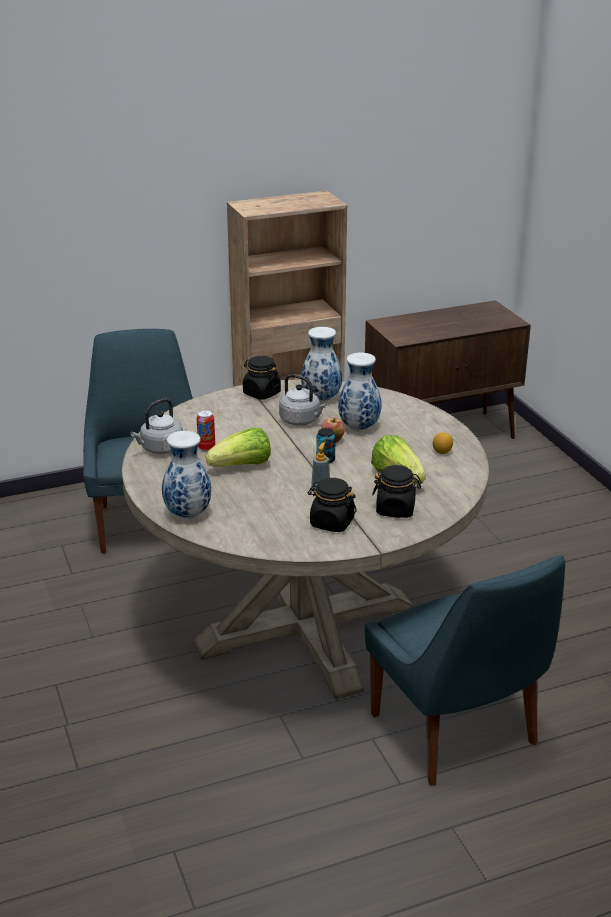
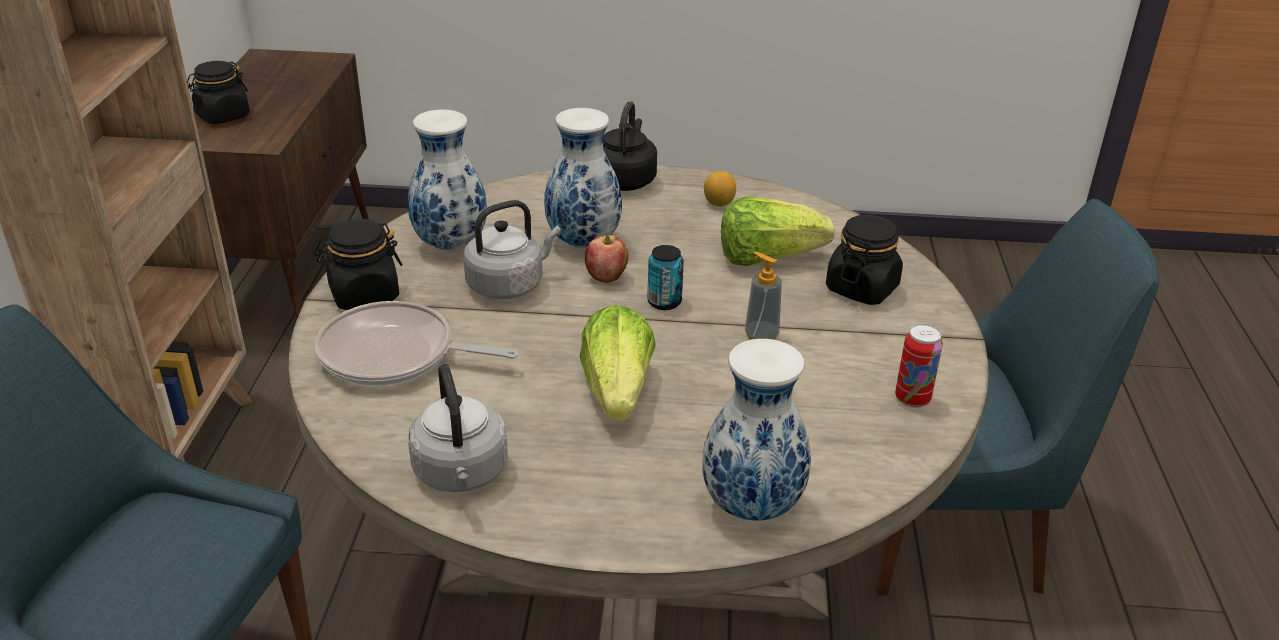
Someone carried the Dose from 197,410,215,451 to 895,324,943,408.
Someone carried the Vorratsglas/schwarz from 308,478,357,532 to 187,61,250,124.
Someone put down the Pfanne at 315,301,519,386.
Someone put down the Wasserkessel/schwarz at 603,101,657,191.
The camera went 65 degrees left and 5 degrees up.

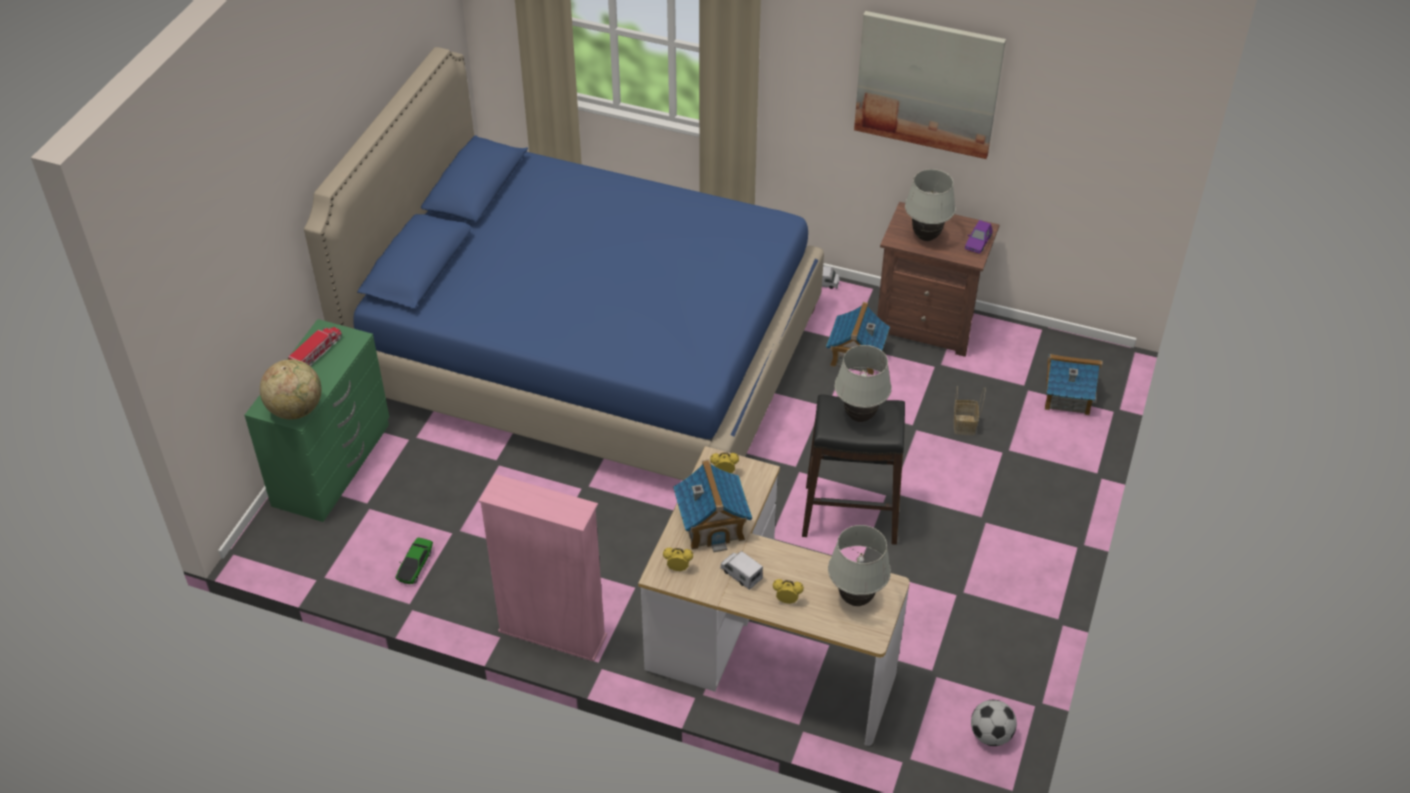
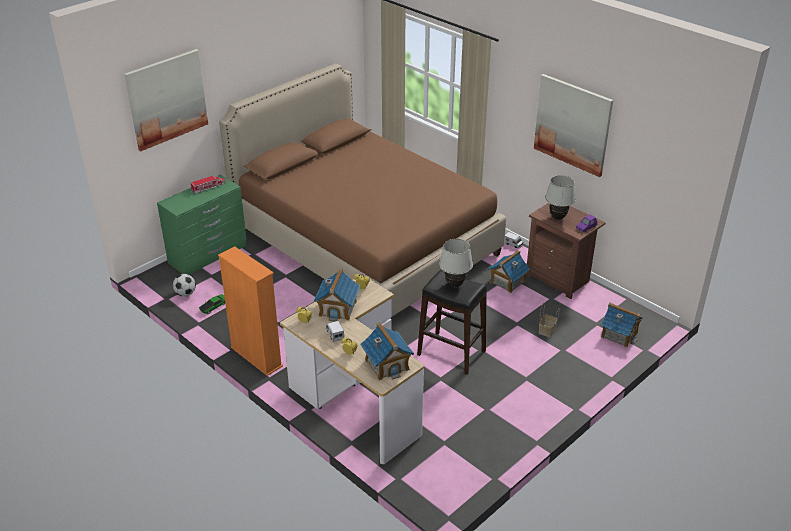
Someone took away the Globus at 260,359,322,419.
Someone repainted the Bett/blau at 304,47,824,480, which became the Bett/braun at 219,64,506,319.
Someone repainted the Bücherregal/rosa at 479,474,607,661, which became the Bücherregal/orange at 218,246,283,376.
Someone swapped the Tischlampe/weiß at 828,525,891,606 for the Spielzeughaus at 360,323,414,380.
Someone carried the Fußball from 971,700,1017,746 to 173,274,196,297.
Someone put up the Bild at 124,49,208,151.
The camera went 25 degrees right and 10 degrees down.

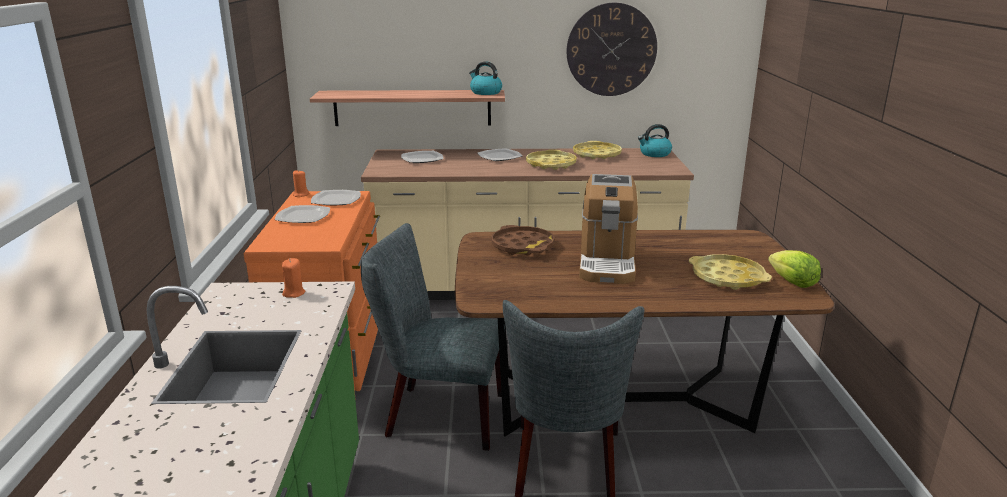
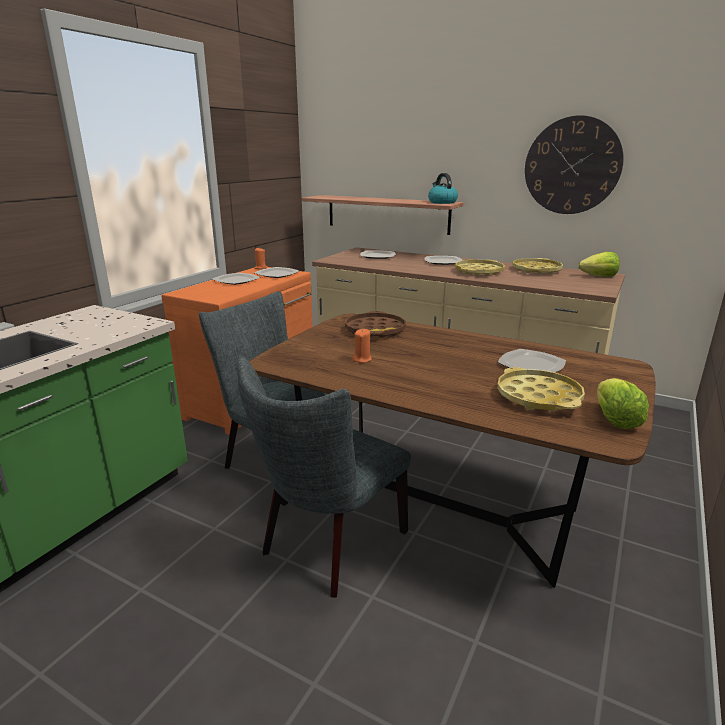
Someone carried the Kerze/orange from 282,258,305,298 to 352,329,372,363.
Someone took away the Kaffeemaschine at 579,174,638,284.
Someone swapped the Wasserkessel at 638,124,672,157 for the Salatkopf at 578,252,620,277.
Someone put down the Teller at 498,349,566,373.
The camera went 30 degrees right and 0 degrees up.

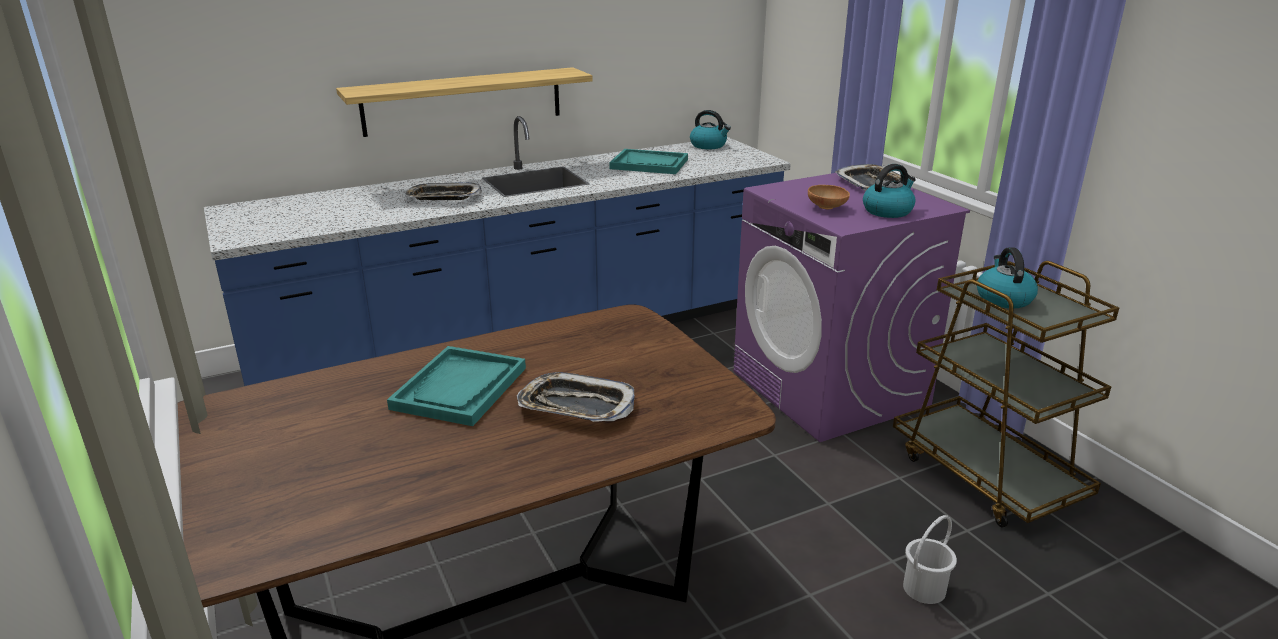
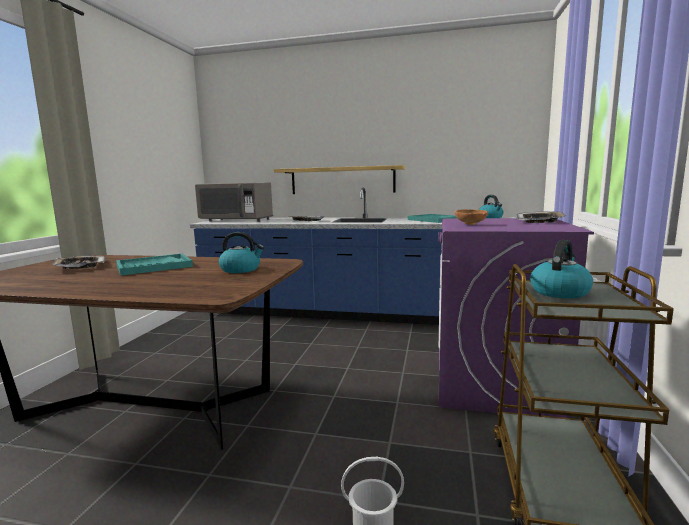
Someone carried the Tablett from 517,372,634,422 to 52,255,105,269.
Someone carried the Wasserkessel from 863,164,916,218 to 219,232,264,273.
Someone put down the Mikrowelle/grau at 195,183,273,222.
The camera went 40 degrees right and 15 degrees down.

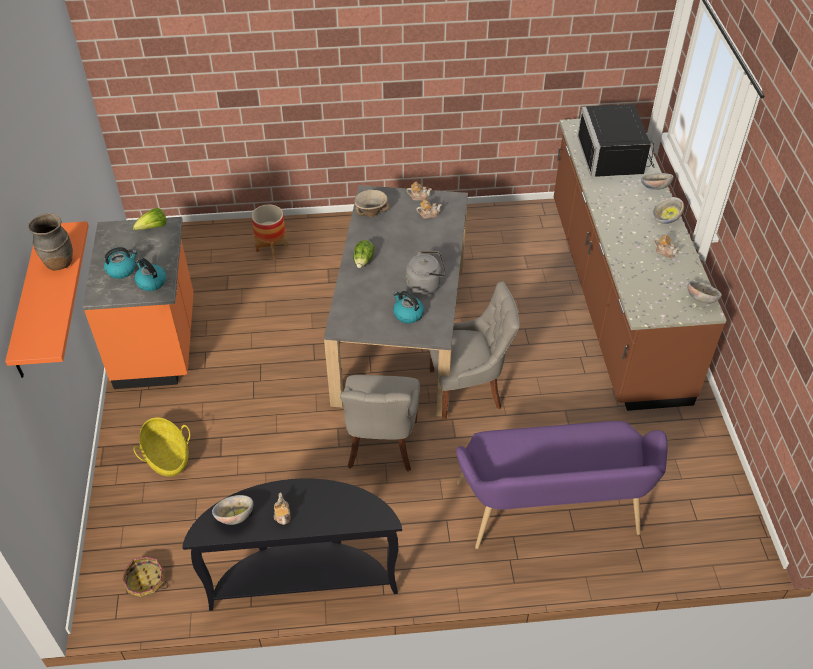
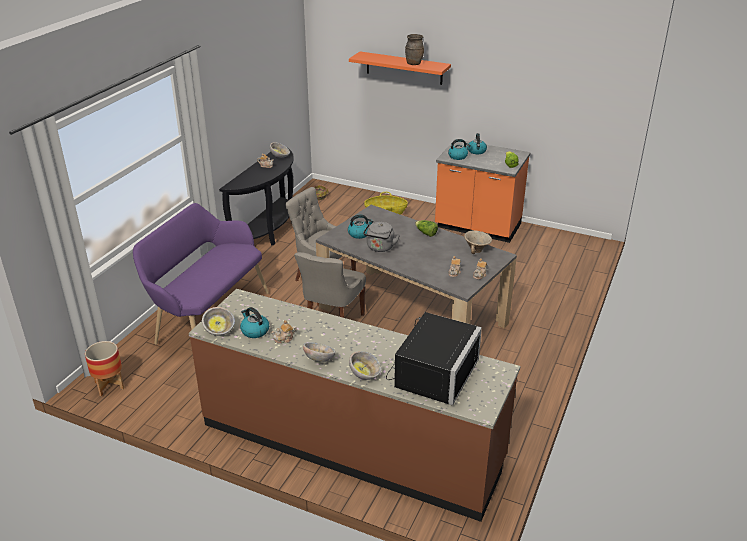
Someone carried the Pflanzkübel from 251,204,288,260 to 85,341,124,396.
Someone rotated the Mikrowelle/schwarz at 577,104,655,177 by 90 degrees clockwise.
Someone put down the Wasserkessel at 240,307,269,338.
The camera went 120 degrees right and 15 degrees down.

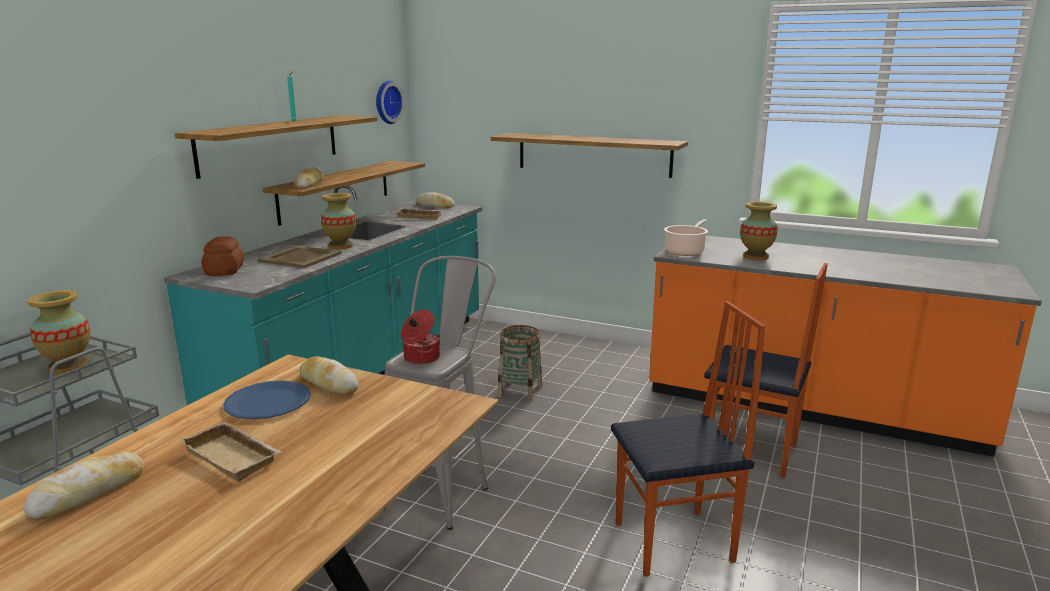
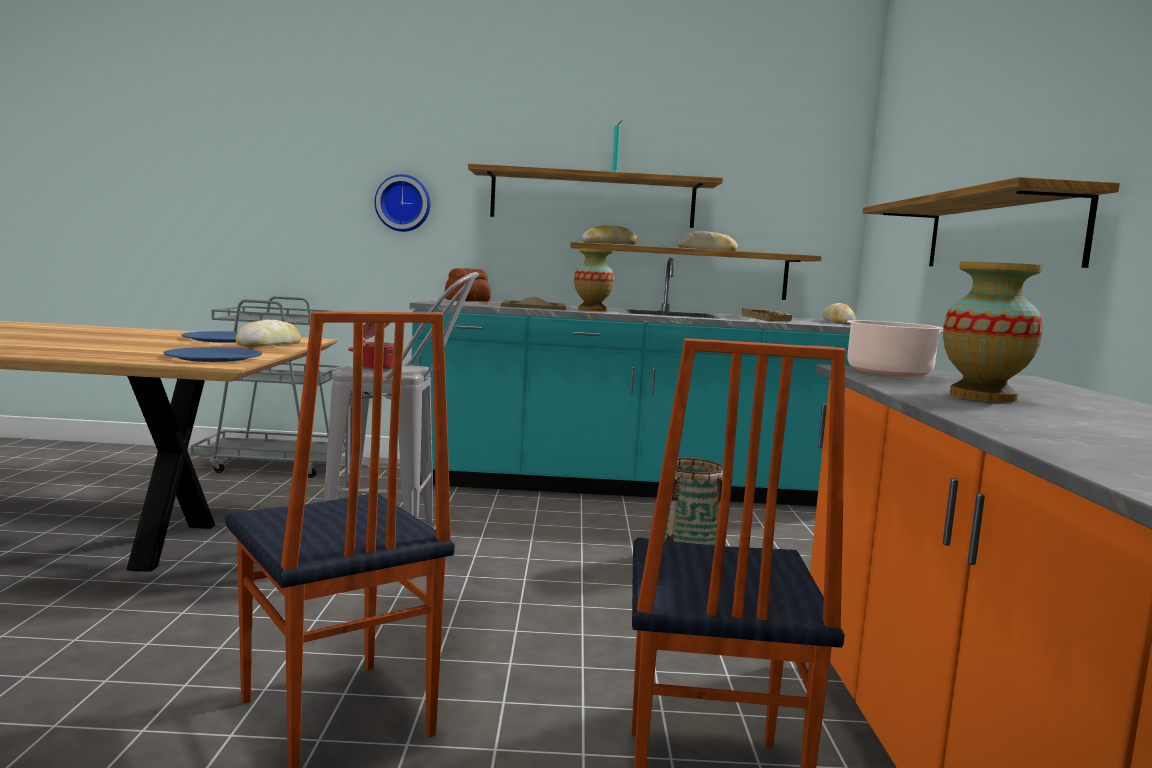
Someone carried the Brot from 24,451,143,519 to 677,231,738,251.
Someone took away the Vase at 28,290,90,374.
Someone took away the Tablett/beige at 179,421,282,481.
Someone carried the Wanduhr from 376,80,404,124 to 375,174,431,232.
Someone put down the Teller/blau at 164,347,262,362.
The camera went 65 degrees right and 10 degrees down.

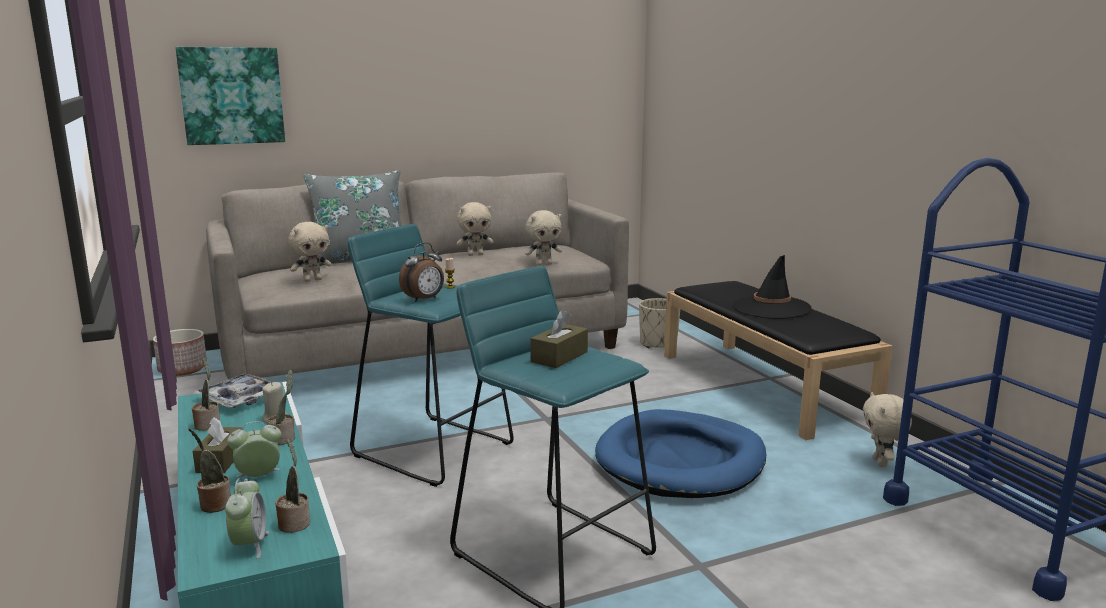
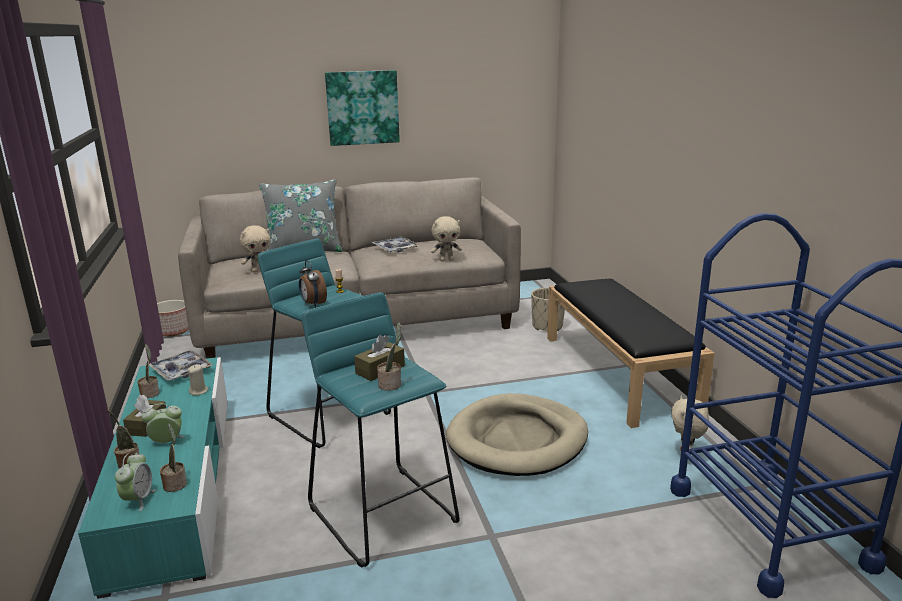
Someone carried the Bild from 176,47,285,145 to 325,70,400,146.
Someone carried the Topfpflanze from 267,370,295,445 to 377,322,401,391.
Someone rotated the Wecker at 399,242,444,302 by 90 degrees clockwise.
Someone swapped the Plüschtier/beige at 457,202,493,256 for the Tablett at 372,236,419,252.
Someone repainted the Hundebett/blau at 595,409,766,498, which became the Hundebett/beige at 446,393,588,476.
Someone took away the Hut/schwarz at 733,255,812,319.
The camera went 10 degrees right and 5 degrees up.

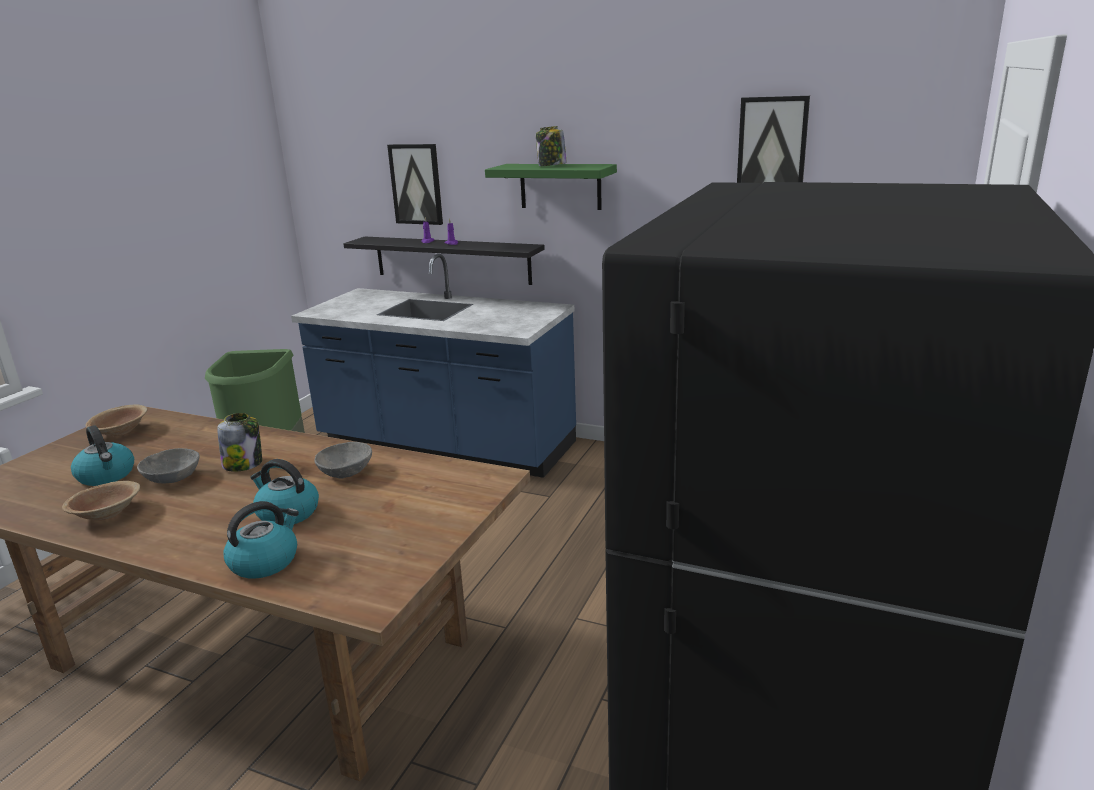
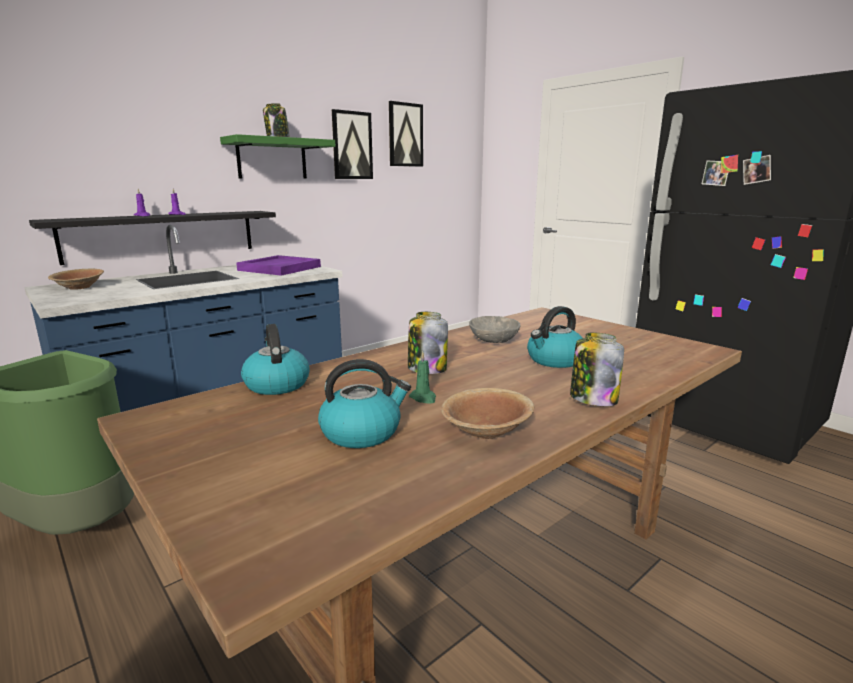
Someone carried the Schüssel/braun from 86,404,147,436 to 48,269,104,290.
Someone swapped the Schüssel/grau at 137,448,200,483 for the Kerze/grün at 409,352,436,404.
Someone carried the Wasserkessel from 223,501,299,579 to 241,324,310,395.
Someone carried the Bild from 387,144,443,225 to 332,109,373,179.
Someone put down the Tablett/lila at 236,255,321,276.
Someone put down the Vorratsglas at 570,332,624,406.
The camera went 65 degrees left and 5 degrees down.

